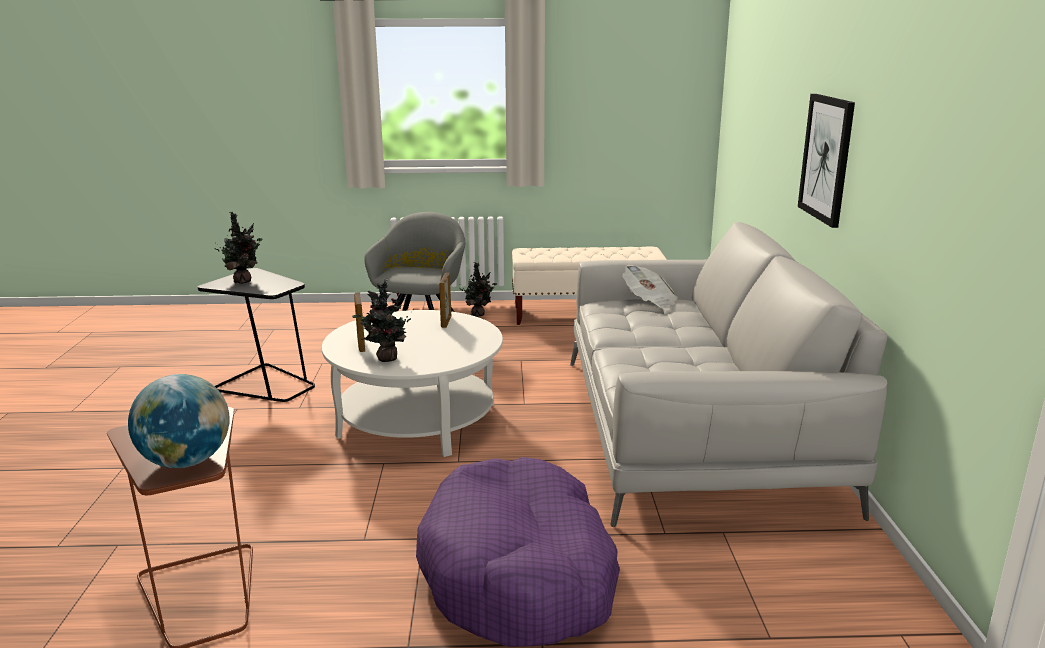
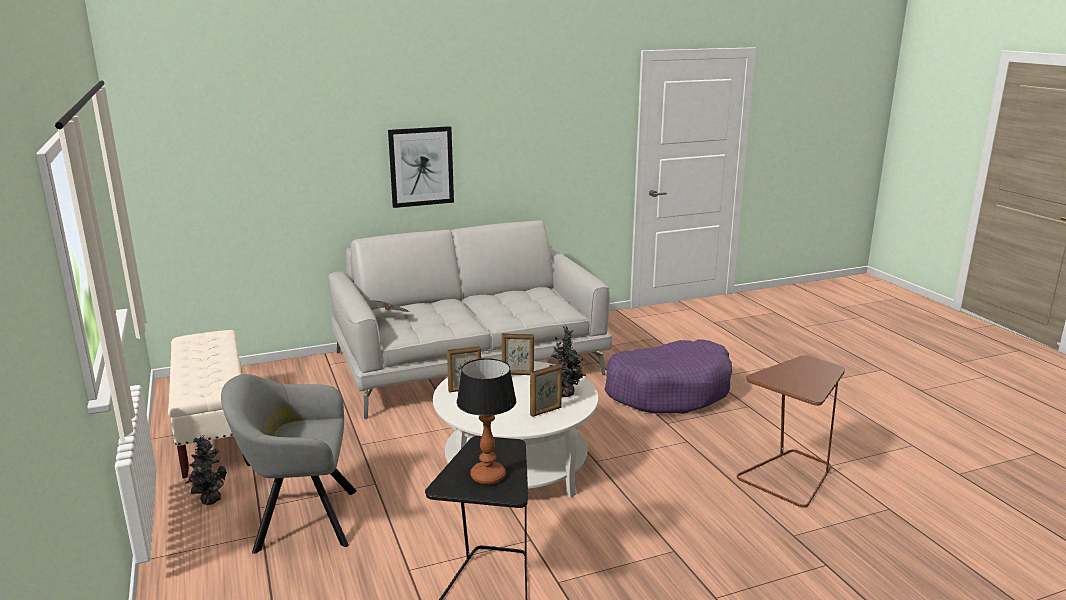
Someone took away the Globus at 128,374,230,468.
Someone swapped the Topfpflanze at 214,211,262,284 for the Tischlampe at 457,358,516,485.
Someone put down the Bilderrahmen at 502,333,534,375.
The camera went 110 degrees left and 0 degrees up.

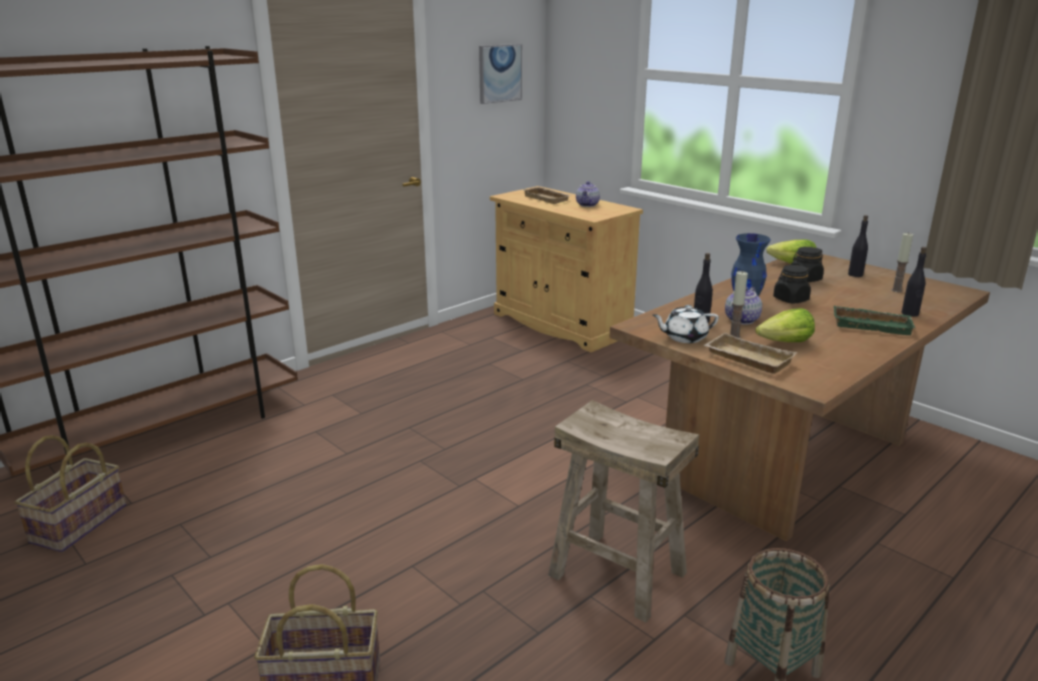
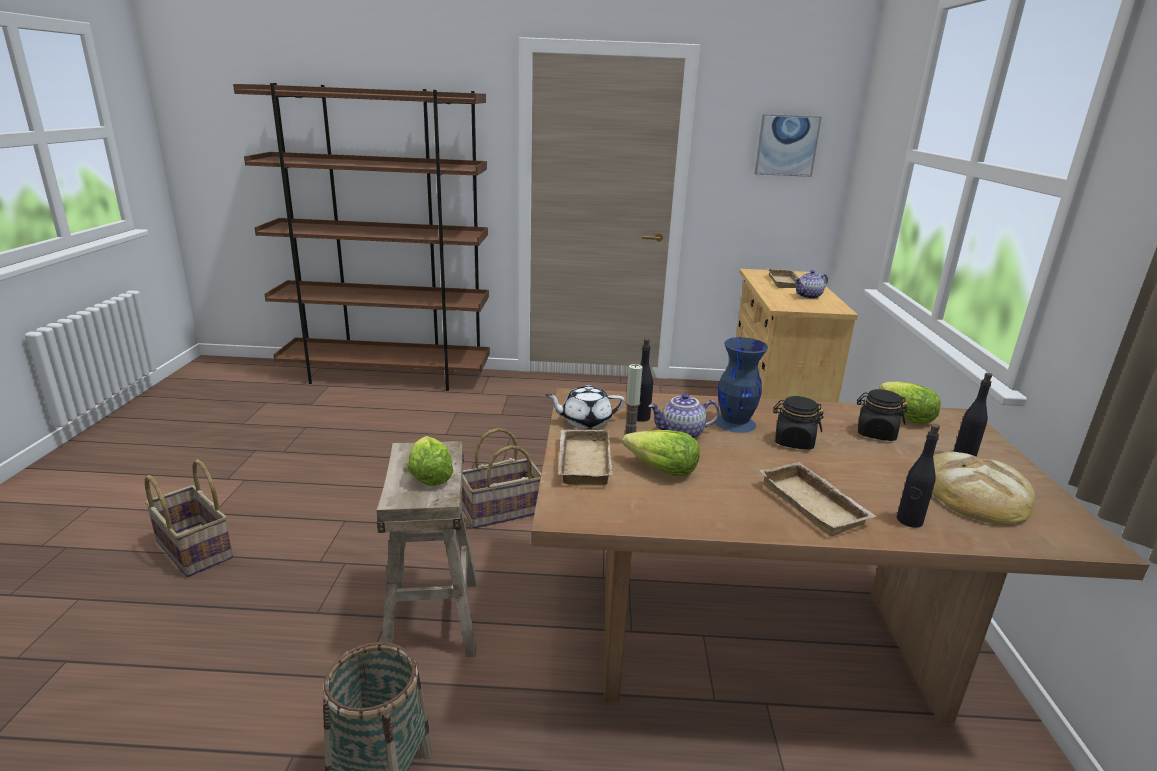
Someone carried the Korb from 14,435,126,552 to 462,428,541,529.
Someone rotated the Teekanne/weiß at 652,305,719,343 by 45 degrees counterclockwise.
Someone repainted the Tablett/grün at 834,306,915,335, which became the Tablett/beige at 760,462,877,537.
Someone swapped the Kerze at 891,232,913,292 for the Brot at 932,452,1035,524.
Someone put down the Salatkopf at 407,436,453,486.
The camera went 45 degrees right and 0 degrees up.

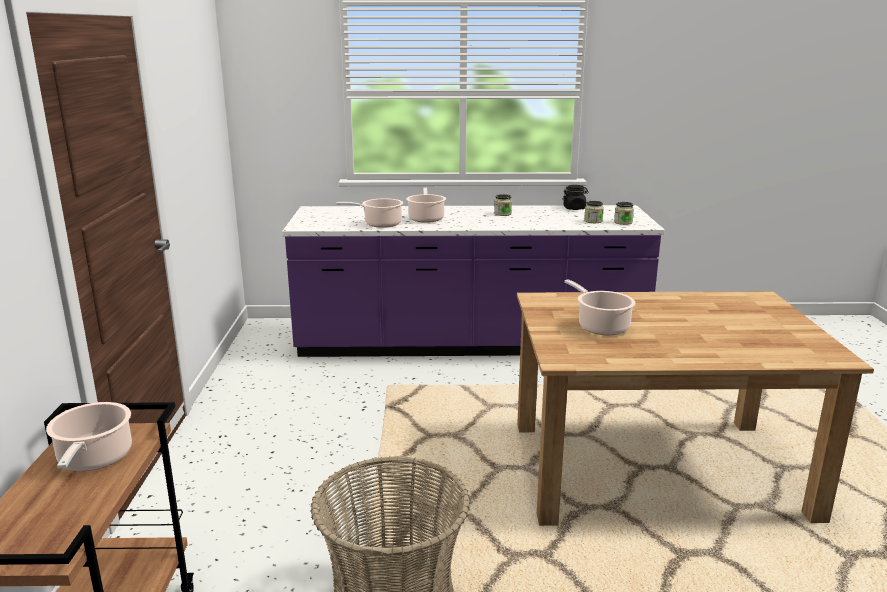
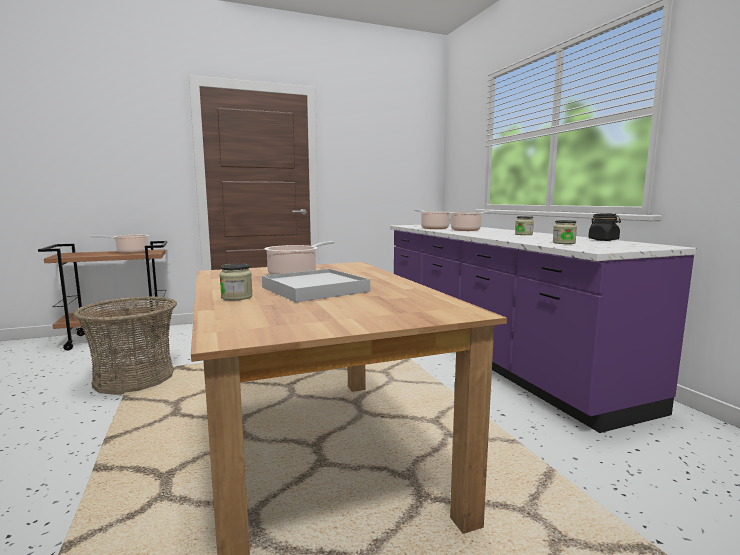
Someone carried the Vorratsglas from 614,202,634,225 to 220,263,253,300.
Someone put down the Tablett/weiß at 262,269,370,302.
The camera went 70 degrees right and 10 degrees down.

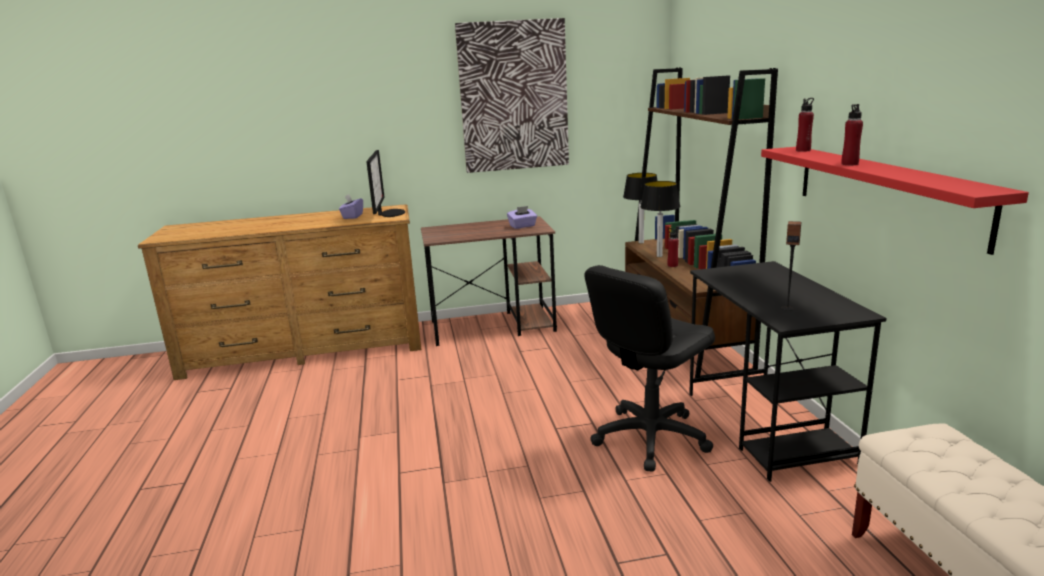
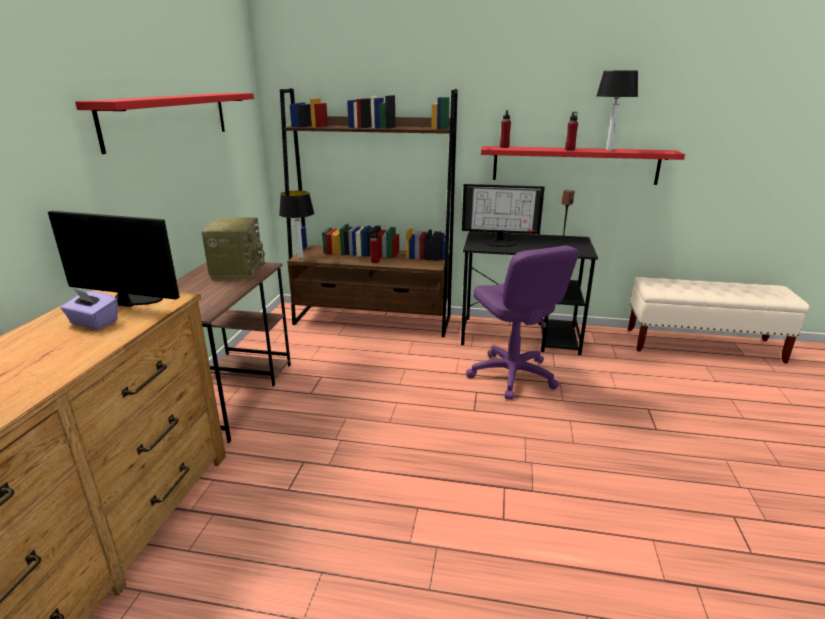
Someone swapped the Bild at 455,18,569,173 for the Wandregal/rot at 75,93,254,154.
Someone swapped the Taschentuchbox/lila at 507,206,537,229 for the Radio at 201,217,265,280.
Someone repainted the Bürostuhl/schwarz at 584,265,715,472, which became the Bürostuhl/lila at 466,245,579,400.
Someone carried the Tischlampe from 640,181,680,257 to 596,71,638,151.
Someone put down the Monitor at 462,184,545,247.
The camera went 70 degrees left and 5 degrees up.

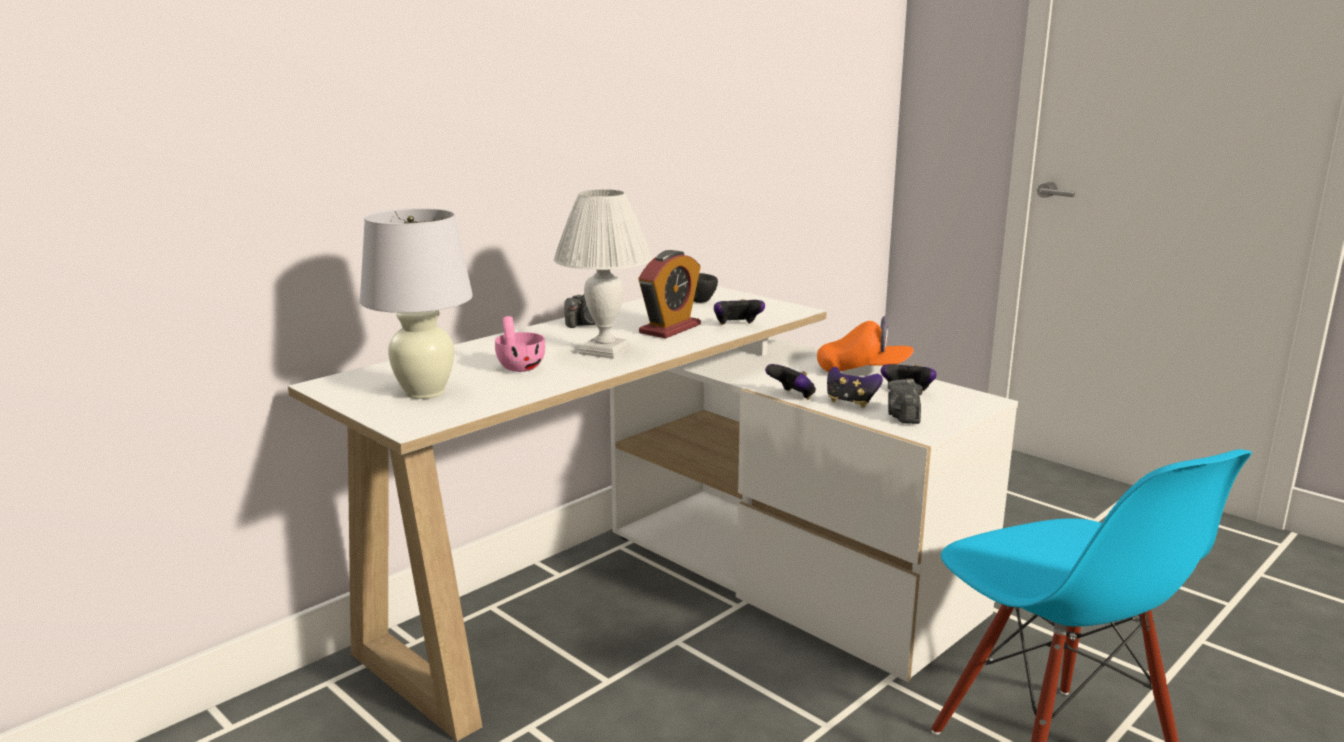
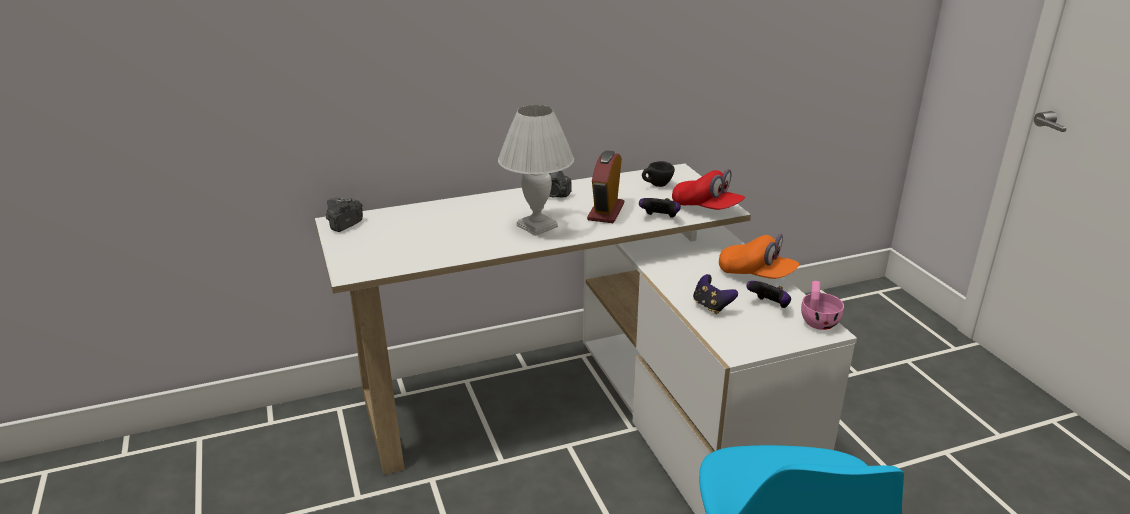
Someone took away the Tischlampe/weiß at 360,208,473,399.
Someone carried the Tasse/rosa from 495,316,545,372 to 801,281,844,330.
Someone rotated the Wecker at 638,250,701,339 by 135 degrees clockwise.
Someone took away the Gamepad at 765,364,816,399.
Someone carried the Kamera from 888,379,922,424 to 326,198,363,232.
Someone put down the Kappe/rot at 672,169,745,210.
The camera went 25 degrees right and 10 degrees up.

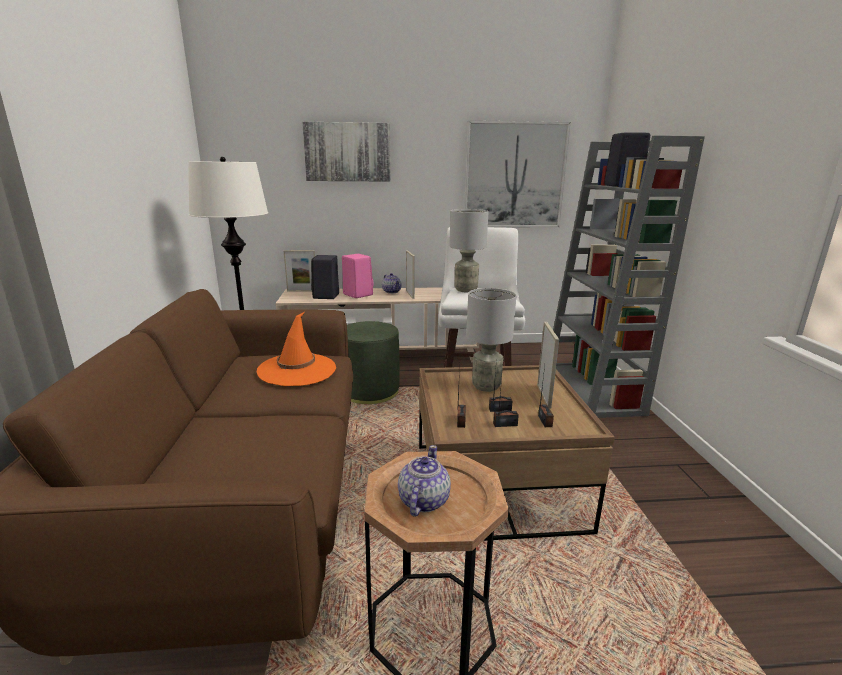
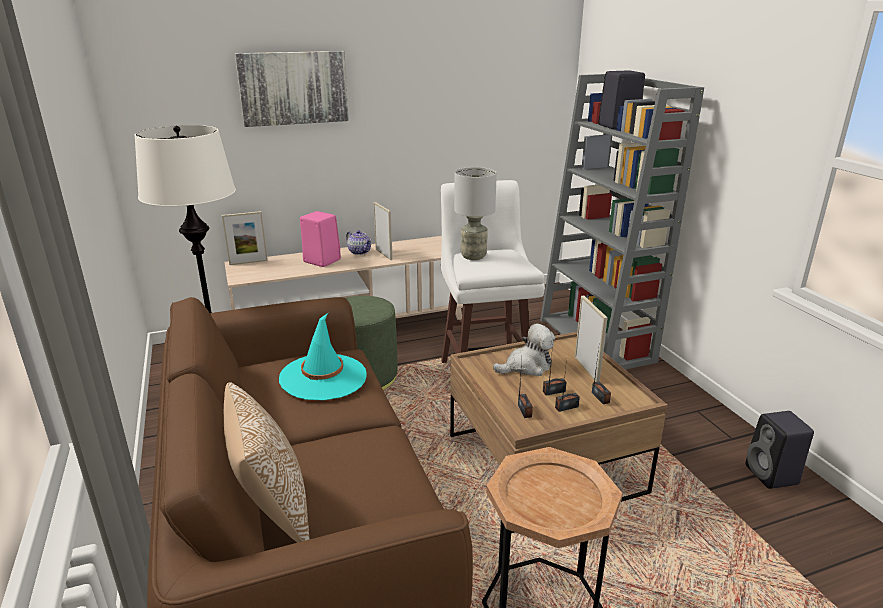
Someone repainted the Hut/orange at 257,312,336,386, which became the Hut/türkis at 279,313,367,400.
Someone carried the Lautsprecher/schwarz from 311,255,339,299 to 745,411,814,489.
Someone took away the Teekanne at 398,445,451,516.
Someone took away the Bild at 464,120,571,227.
Someone swapped the Tischlampe/grau at 466,288,516,392 for the Plüschtier at 493,323,555,376.
Someone put down the Kissen at 224,382,310,543.
The camera went 15 degrees left and 5 degrees up.

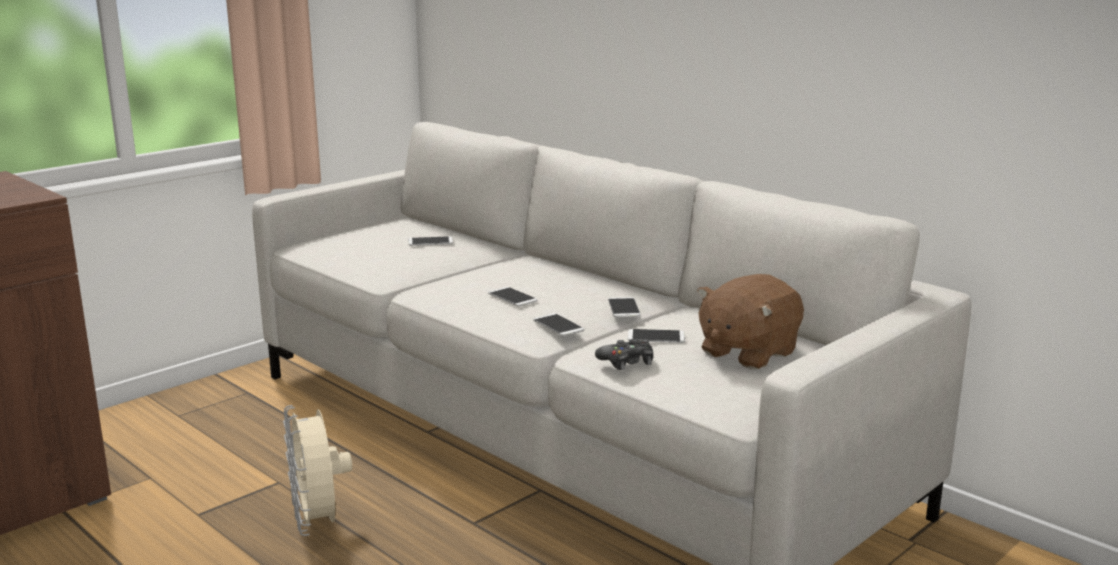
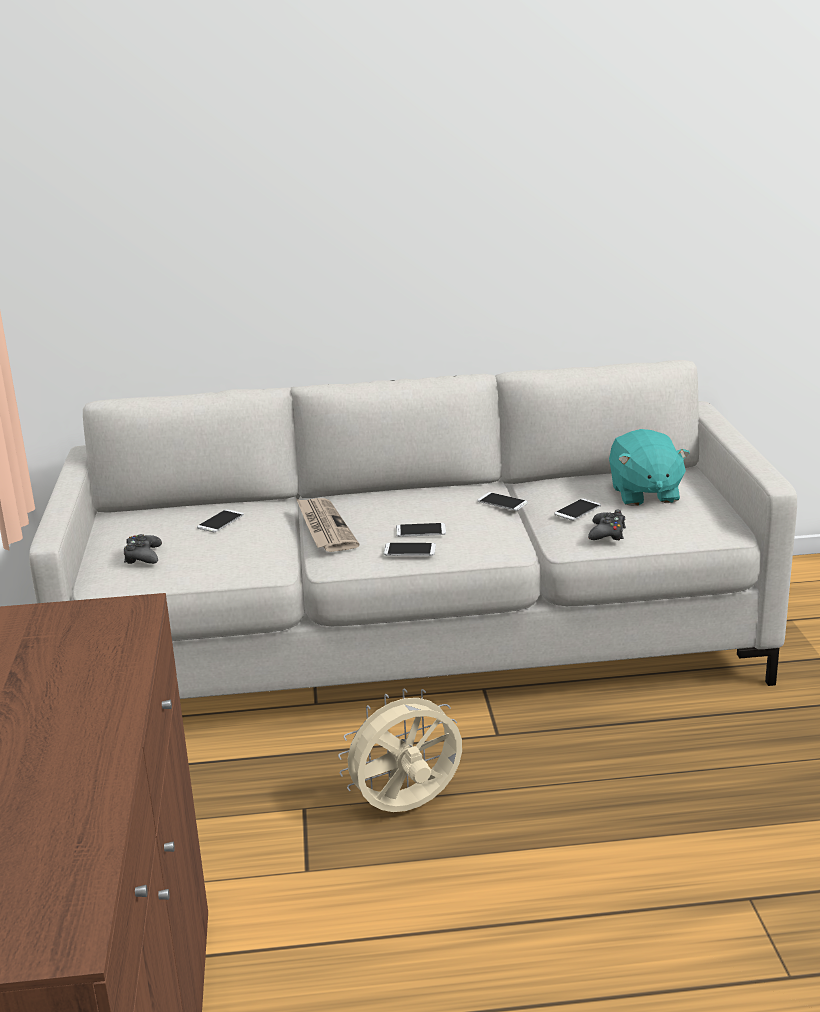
Someone rotated the Ventilator/beige at 283,405,352,536 by 135 degrees clockwise.
Someone carried the Handy from 533,313,584,336 to 384,543,436,556.
Someone repainted the Plüschtier/braun at 697,274,804,369, which became the Plüschtier/türkis at 609,429,690,506.
Someone put down the Gamepad/schwarz at 124,534,162,564.
Someone put down the Zeitung at 296,498,359,552.
The camera went 50 degrees left and 5 degrees up.

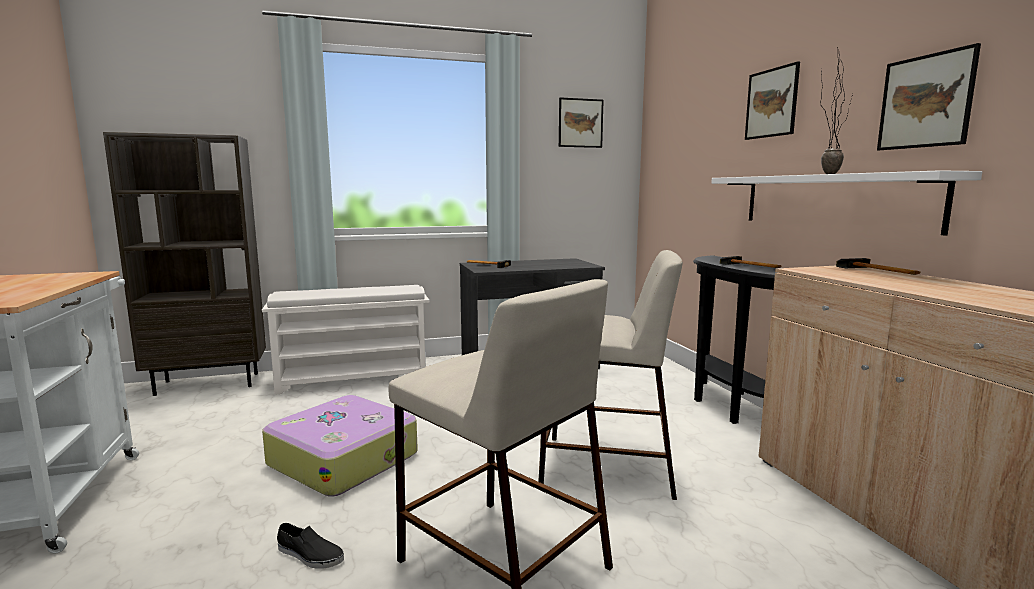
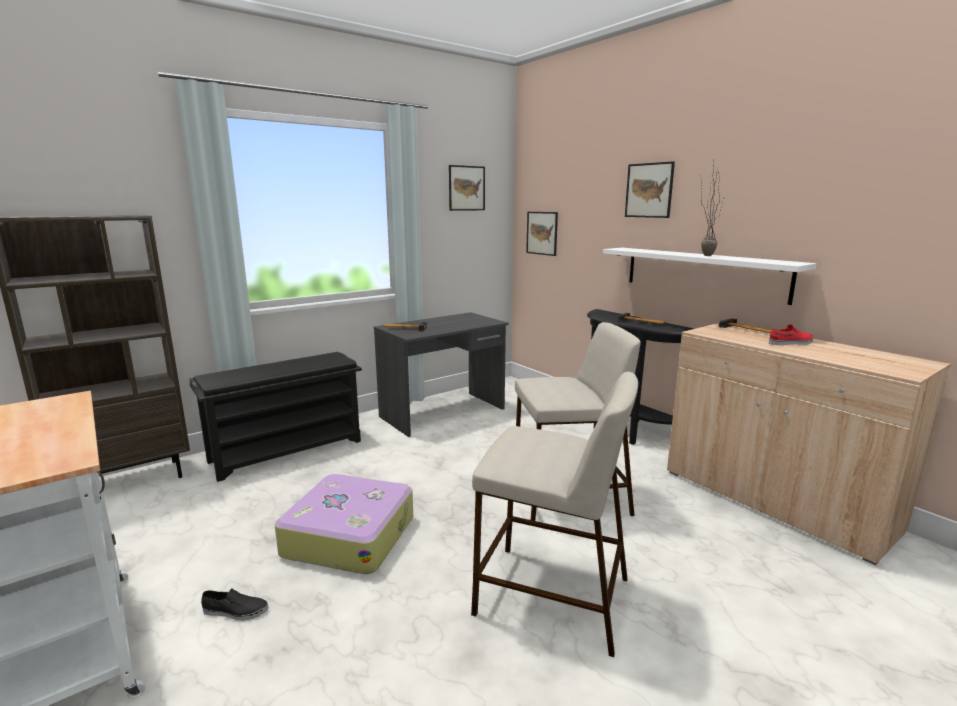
Someone repainted the Schuhregal/weiß at 262,285,429,395, which became the Schuhregal/schwarz at 189,352,362,482.
Someone carried the Schuh/schwarz from 277,523,344,569 to 201,589,269,621.
Someone carried the Bild from 877,43,981,150 to 526,212,558,256.
Someone put down the Schuh/rot at 769,324,813,345.
The camera went 20 degrees left and 5 degrees up.

